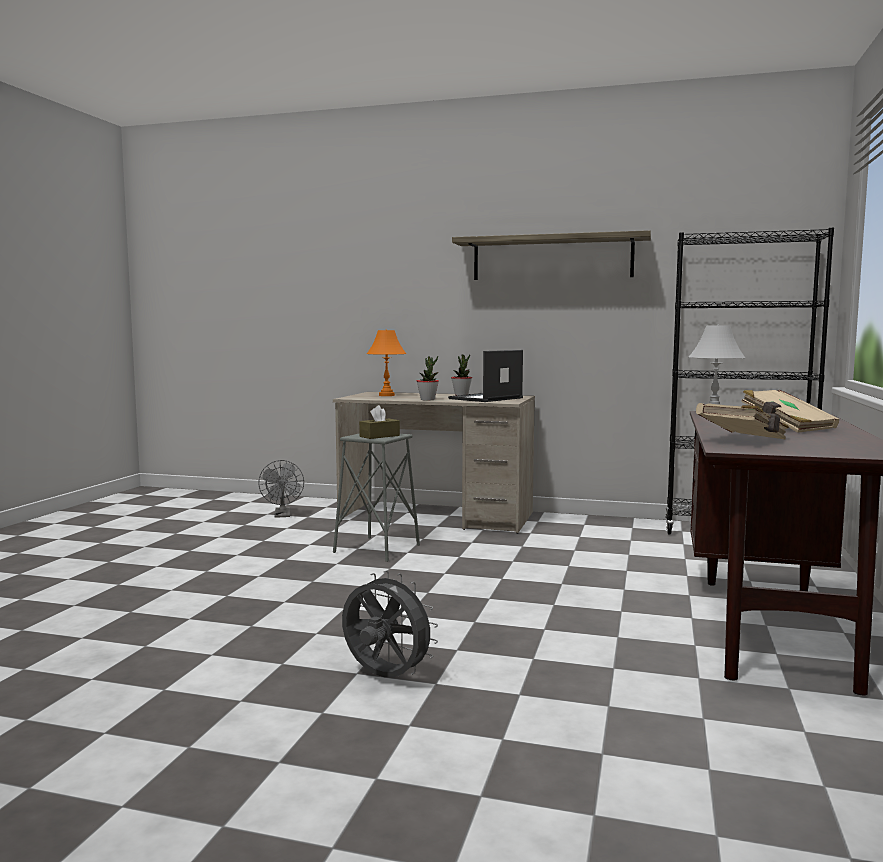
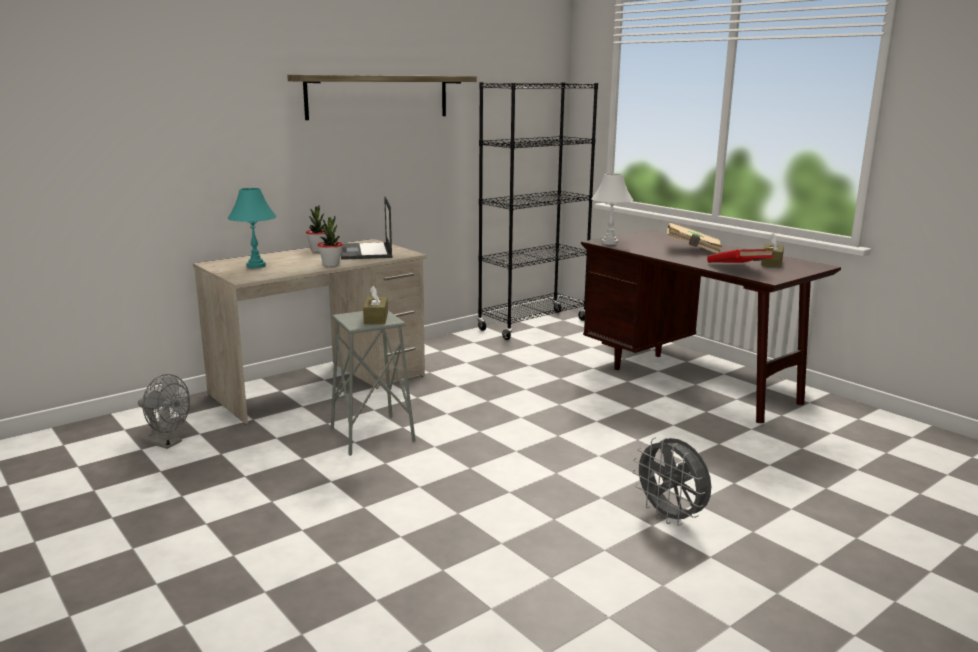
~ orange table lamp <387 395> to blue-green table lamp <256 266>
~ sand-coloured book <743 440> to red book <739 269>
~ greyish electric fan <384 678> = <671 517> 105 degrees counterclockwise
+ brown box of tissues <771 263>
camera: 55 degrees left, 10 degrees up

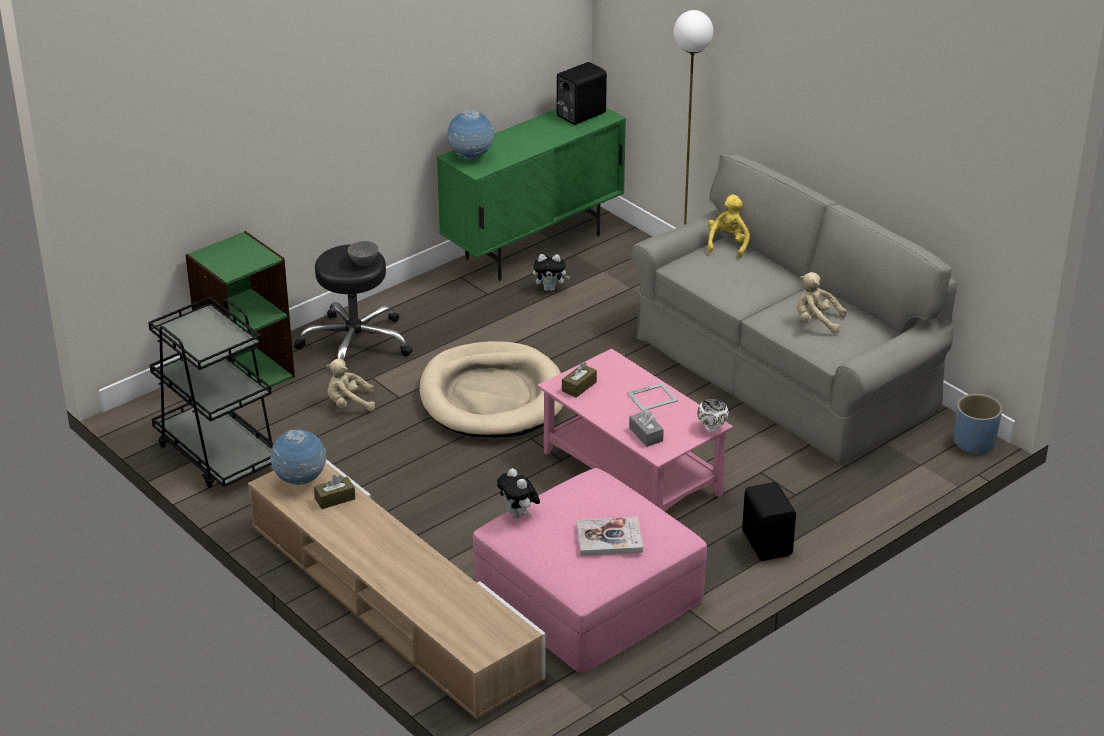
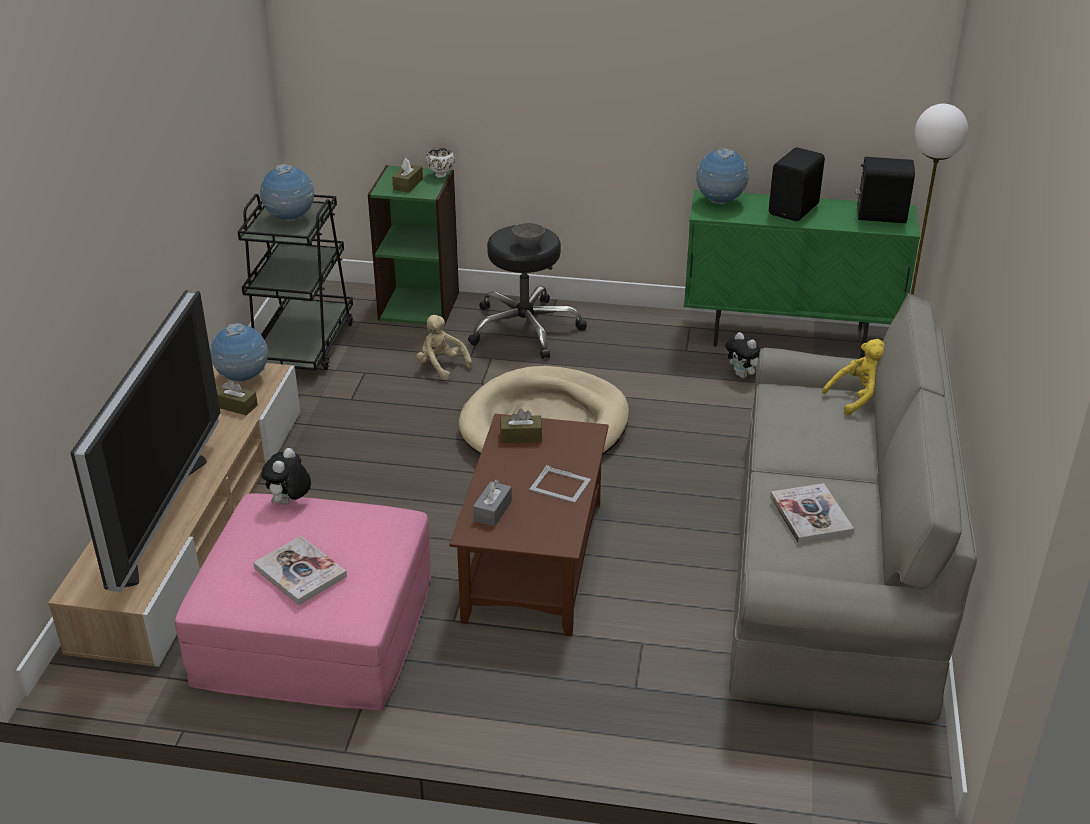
~ sand-coloured plush toy <816 322> to book <810 515>
~ pink-coloured lounge table <633 474> to brown lounge table <534 561>
- blue planter <974 443>
~ whitish serving bowl <712 428> to <441 175>
~ black-coloured audio speaker <768 543> to <795 210>
+ brown box of tissues <408 184>
+ world globe <290 219>
+ TV set <156 517>
camera: 50 degrees right, 0 degrees up

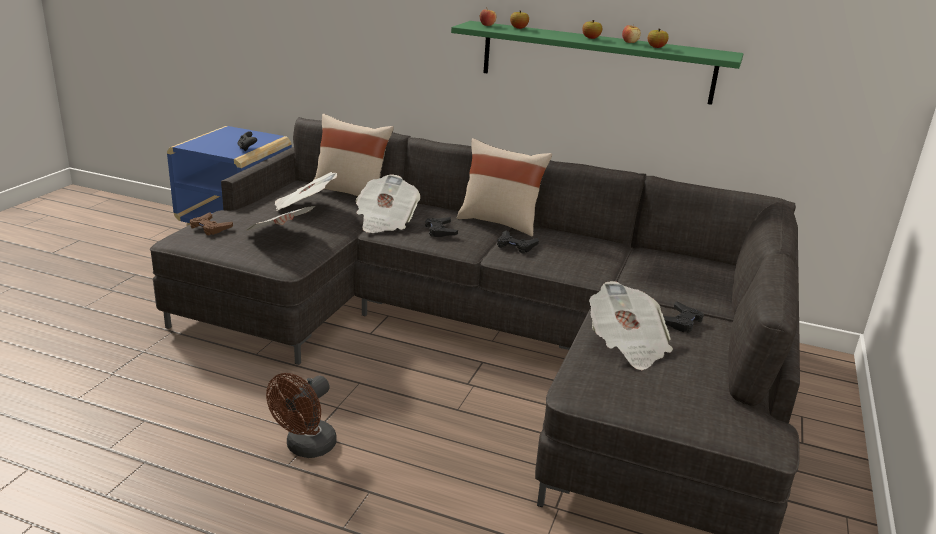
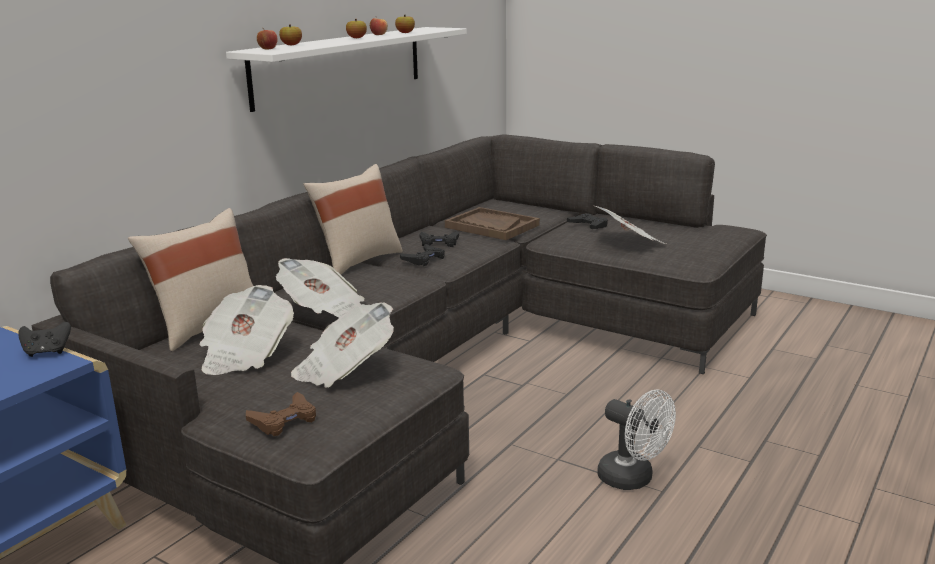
~ green shelf <596 62> to whitish shelf <340 65>
~ black-coloured joypad <440 230> to <439 243>
~ brown electric fan <306 448> to whitish electric fan <633 479>
+ brown tray <491 226>
camera: 75 degrees left, 5 degrees down

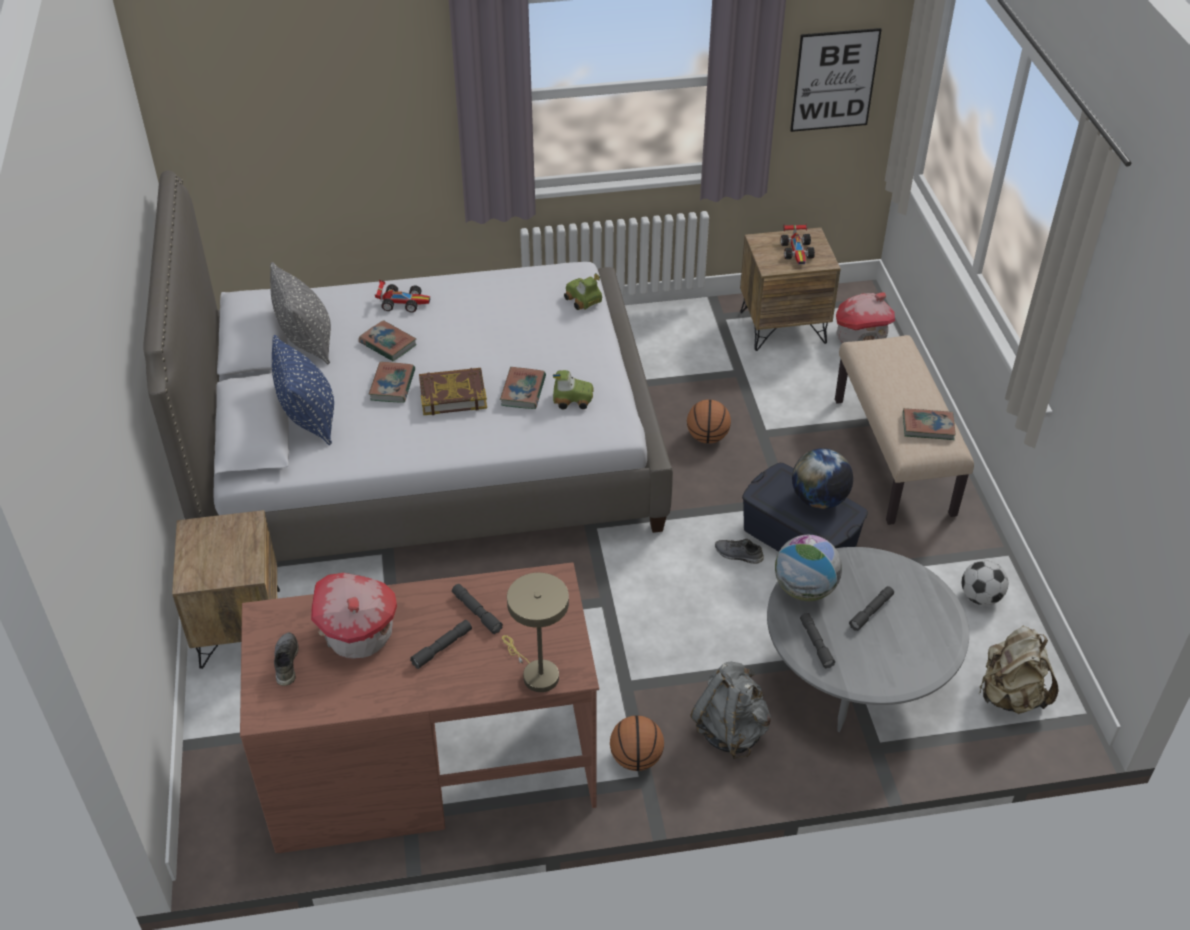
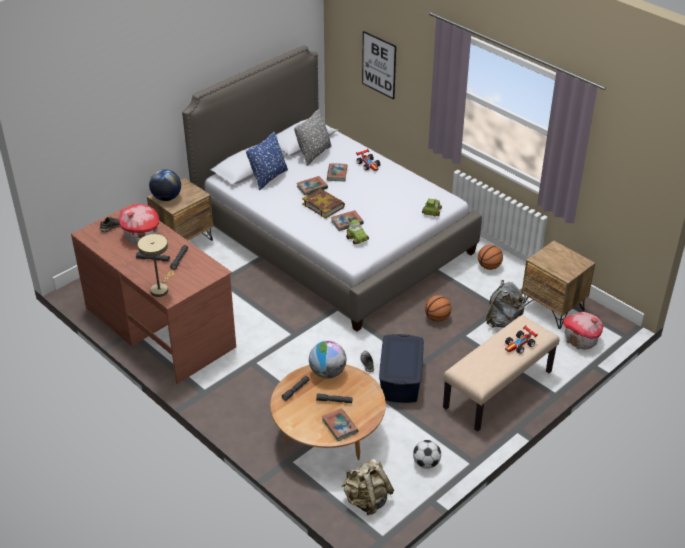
~ wall art <834 80> to <379 65>
~ toy car <798 251> to <519 345>
~ book <928 427> to <339 426>
~ world globe <819 500> to <166 198>
~ greyish lounge table <856 674> to brown lounge table <328 436>
~ greyish backpack <731 730> to <503 320>
~ basketball <636 758> to <489 267>
camera: 55 degrees right, 5 degrees down

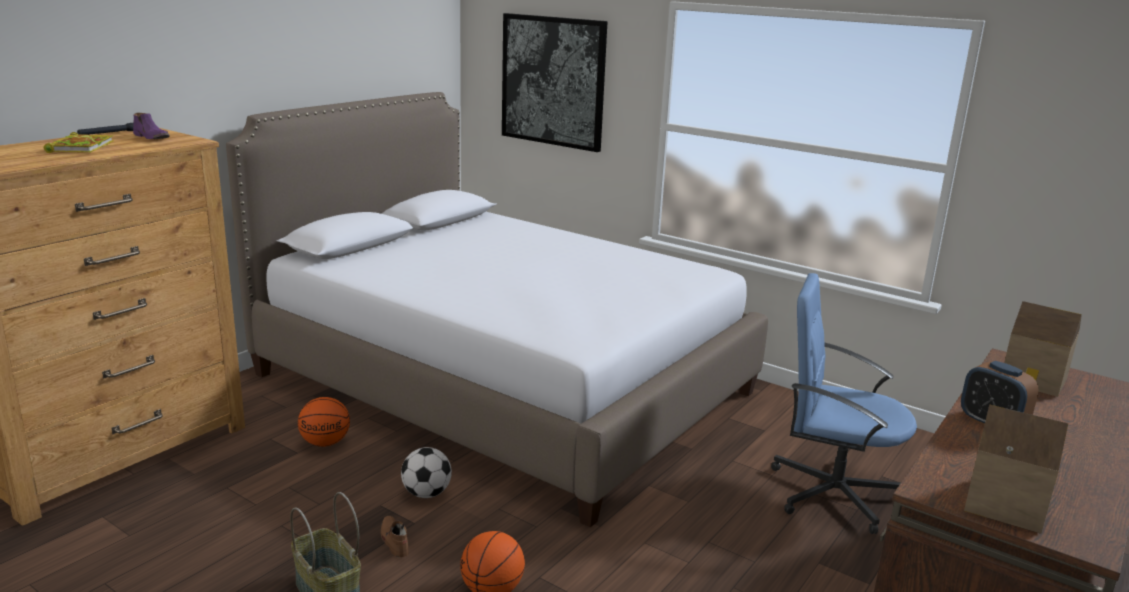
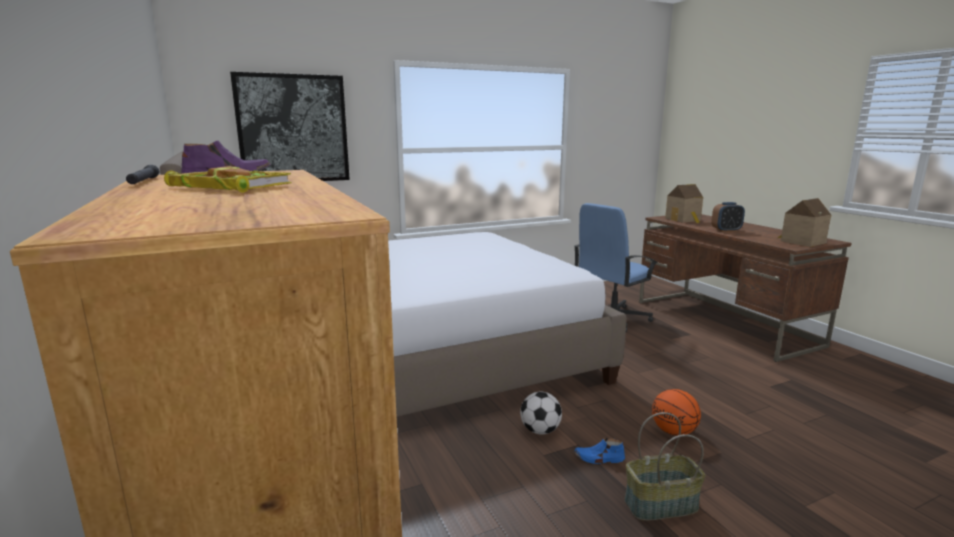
- basketball <326 443>
~ brown shoe <394 541> to blue shoe <599 458>
camera: 60 degrees left, 5 degrees down

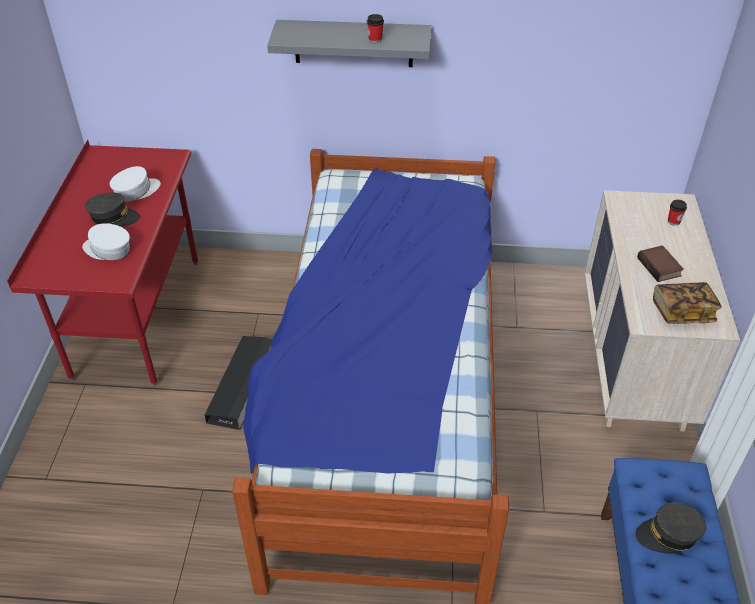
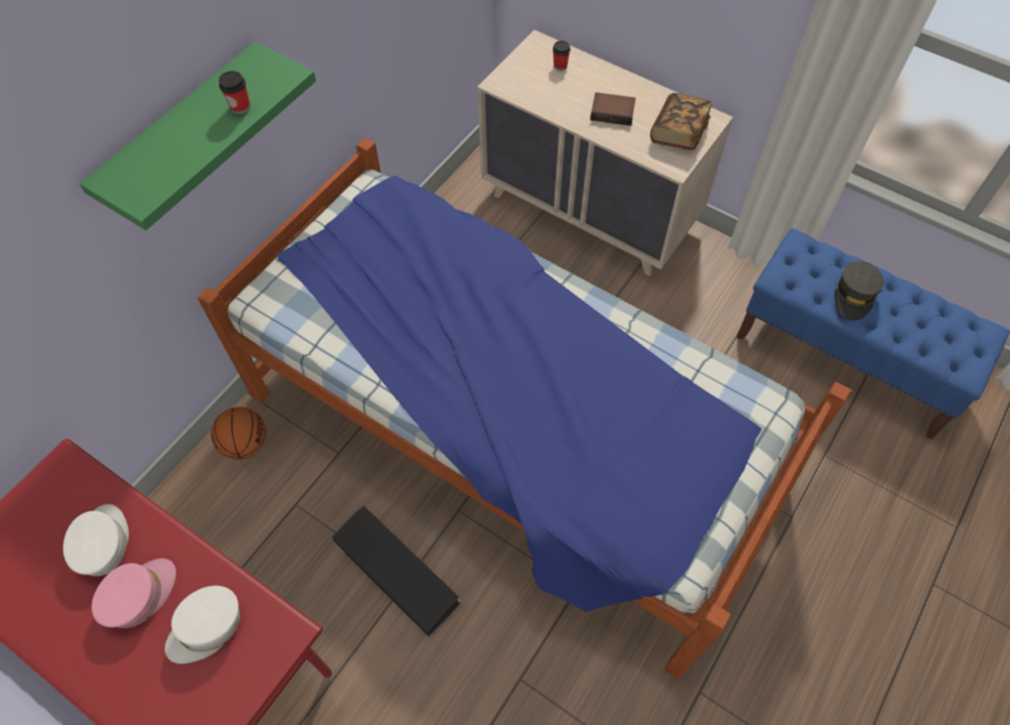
~ greyish shelf <353 43> to green shelf <183 134>
~ greyish baseball cap <114 217> to pink-coloured baseball cap <139 595>
+ basketball <245 444>
camera: 60 degrees left, 15 degrees up

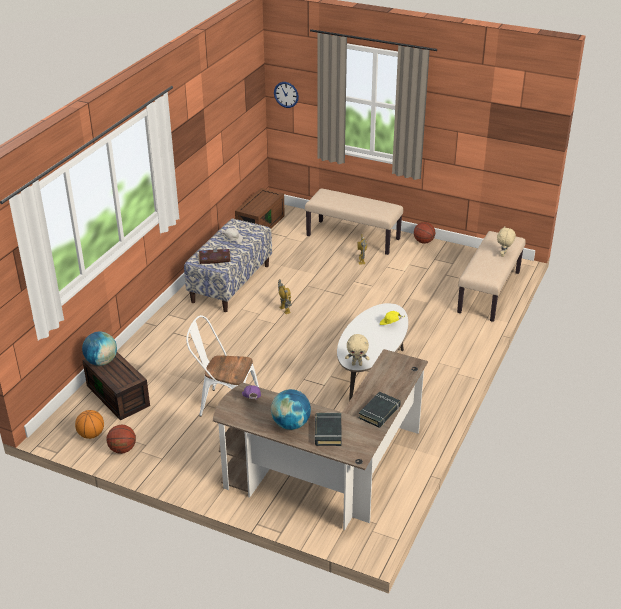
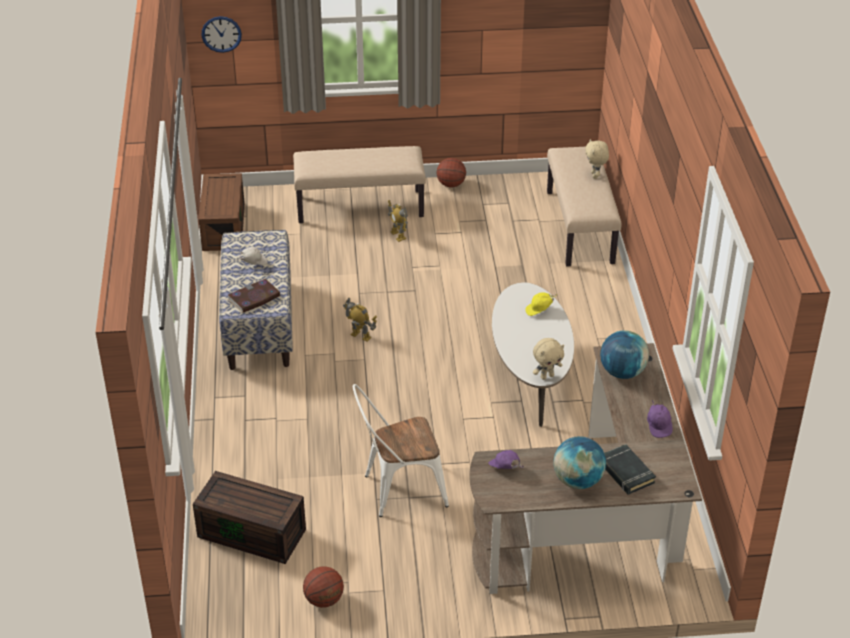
~ world globe <101 362> to <622 372>
~ black-coloured book <379 412> to purple baseball cap <659 426>
- basketball <91 434>
camera: 30 degrees left, 5 degrees up

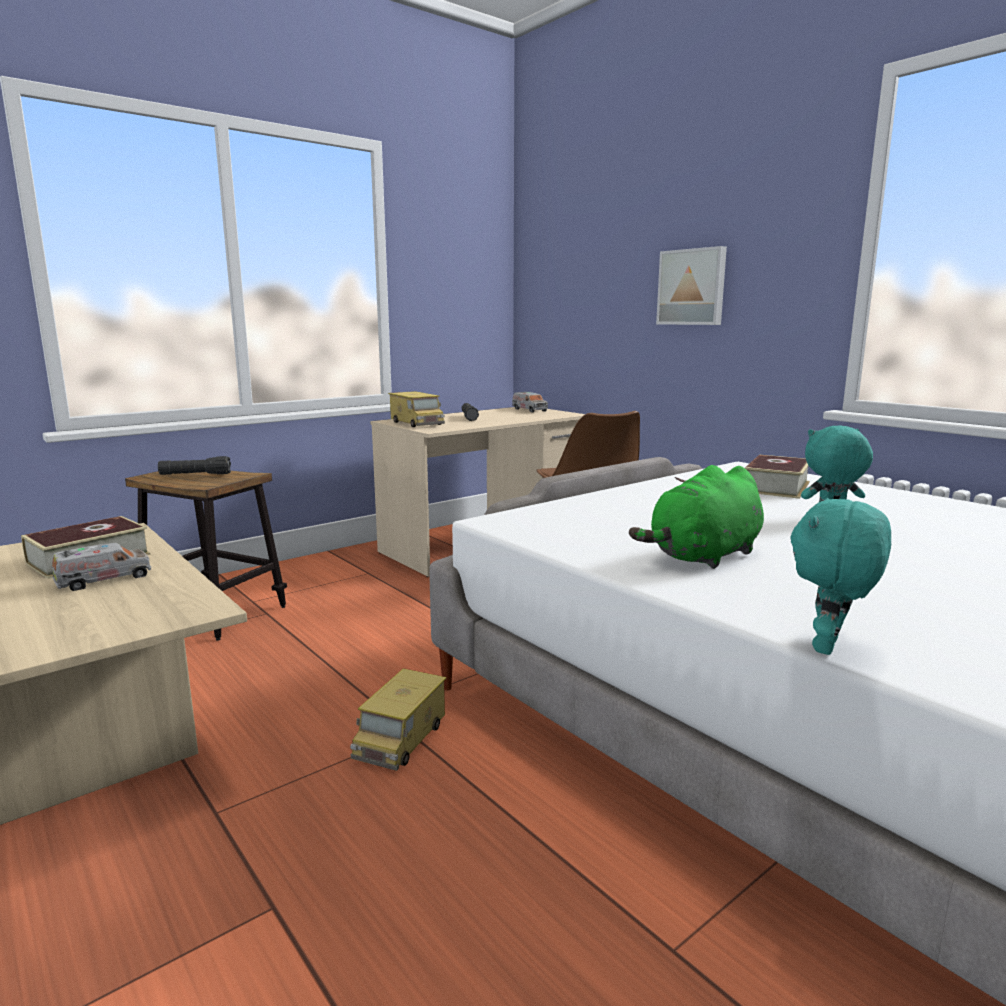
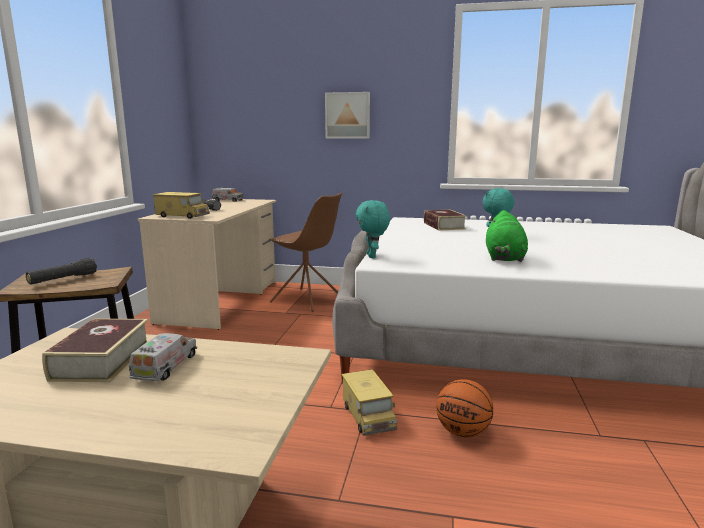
~ blue-green plush toy <829 647> to <372 256>
+ basketball <462 432>
camera: 40 degrees left, 0 degrees up

